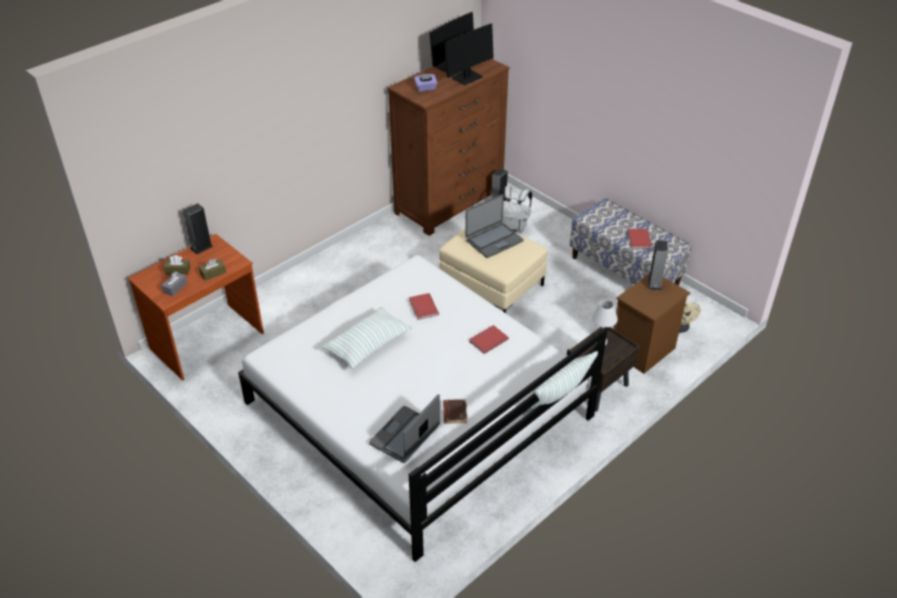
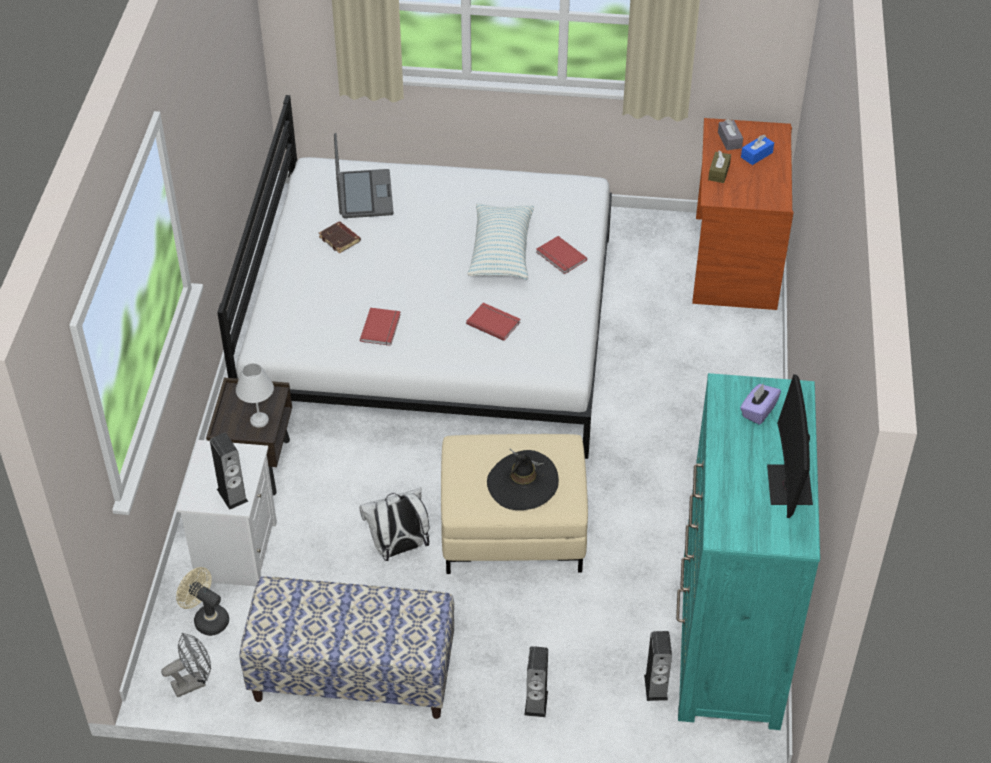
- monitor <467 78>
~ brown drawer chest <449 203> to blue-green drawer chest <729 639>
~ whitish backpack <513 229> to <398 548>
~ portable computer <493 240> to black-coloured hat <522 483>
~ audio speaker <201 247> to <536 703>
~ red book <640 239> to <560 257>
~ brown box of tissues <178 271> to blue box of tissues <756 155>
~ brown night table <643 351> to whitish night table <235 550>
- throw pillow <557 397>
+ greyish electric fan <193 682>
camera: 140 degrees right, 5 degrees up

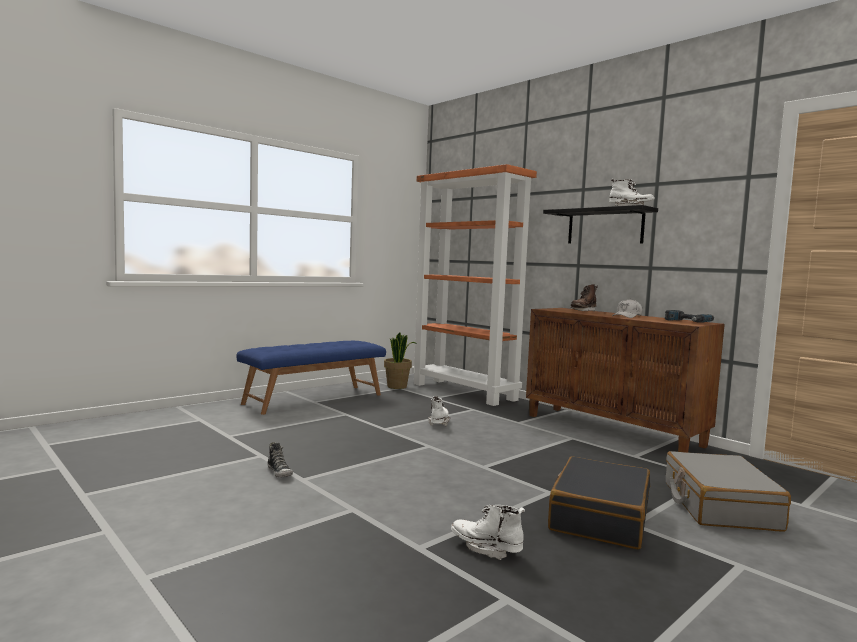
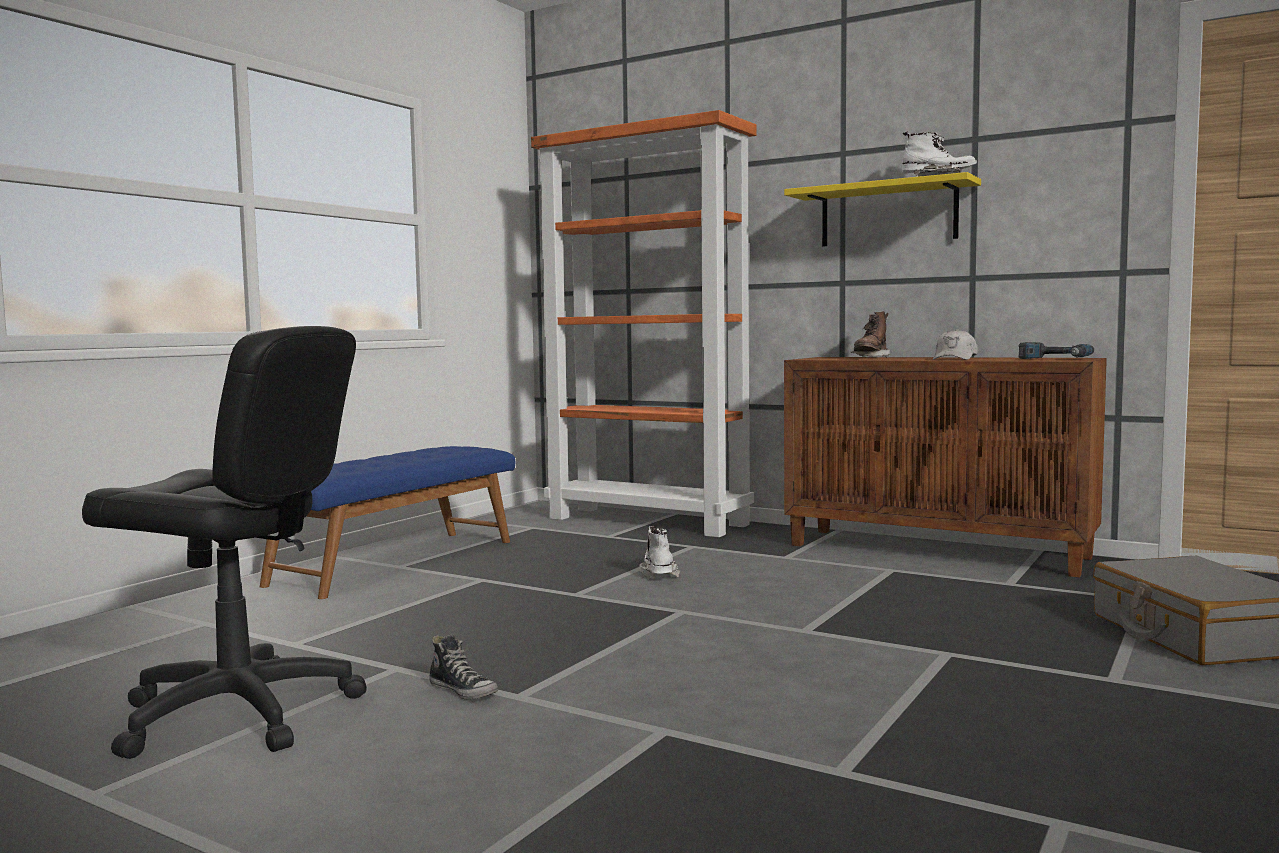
~ black-coloured shelf <605 227> to yellow shelf <888 214>
- plant in a pot <397 386>
- black-coloured travel case <599 517>
- whitish high-top boot <486 548>
+ black-coloured desk chair <237 714>
camera: 15 degrees left, 0 degrees up

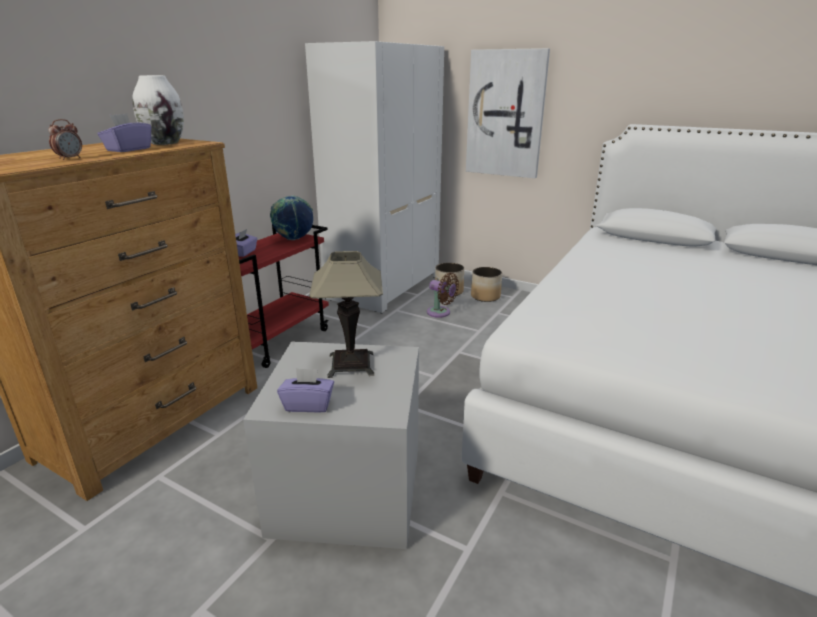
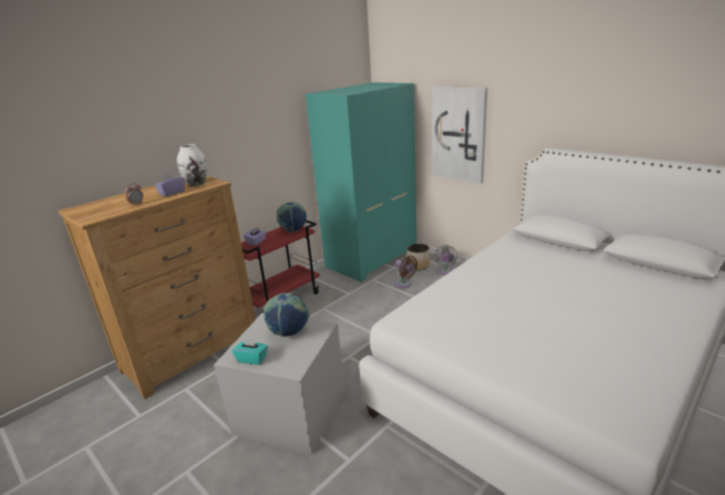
~ whitish clothes cupboard <384 285> to blue-green clothes cupboard <371 258>
~ table lamp <351 364> to world globe <289 333>
~ planter <485 296> to greyish electric fan <445 271>
~ purple box of tissues <308 405> to blue-green box of tissues <252 359>
camera: 15 degrees right, 0 degrees up

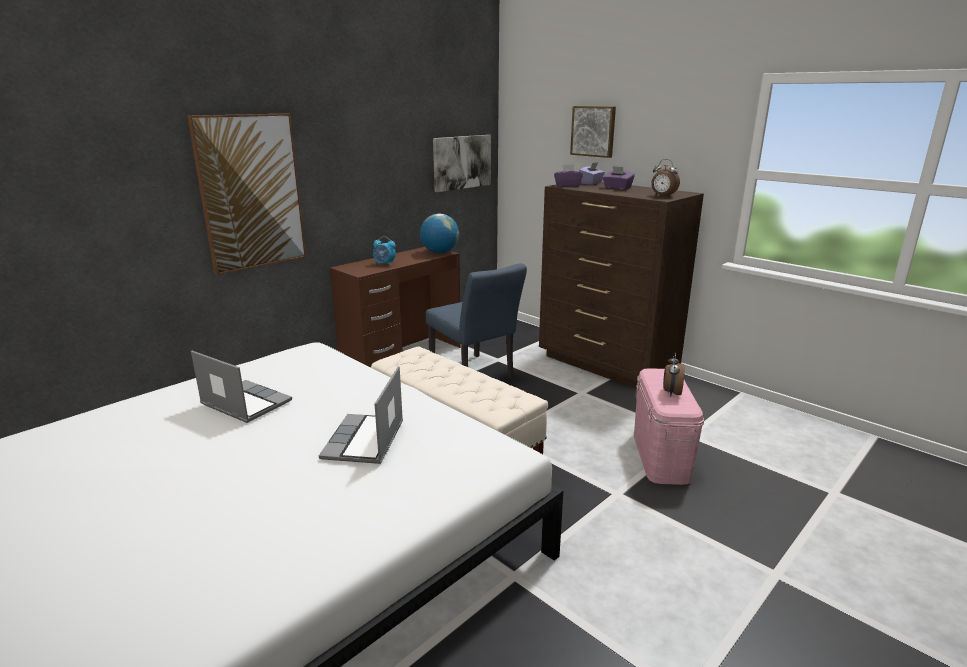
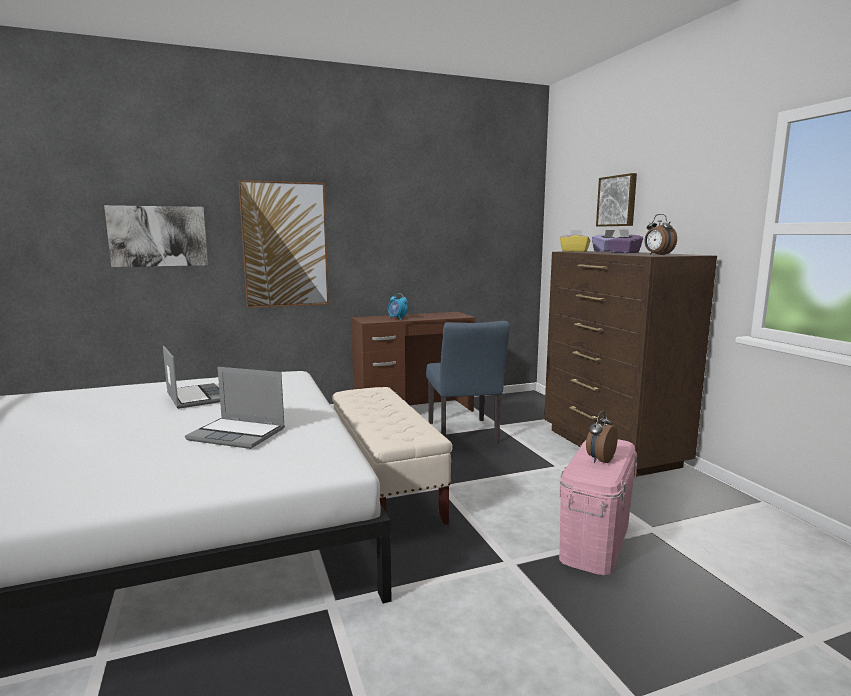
~ wall art <461 162> to <158 236>
~ purple box of tissues <567 186> to yellow box of tissues <574 251>
- world globe <440 252>
~ portable computer <365 441> = <238 434> 105 degrees counterclockwise
camera: 25 degrees right, 10 degrees down

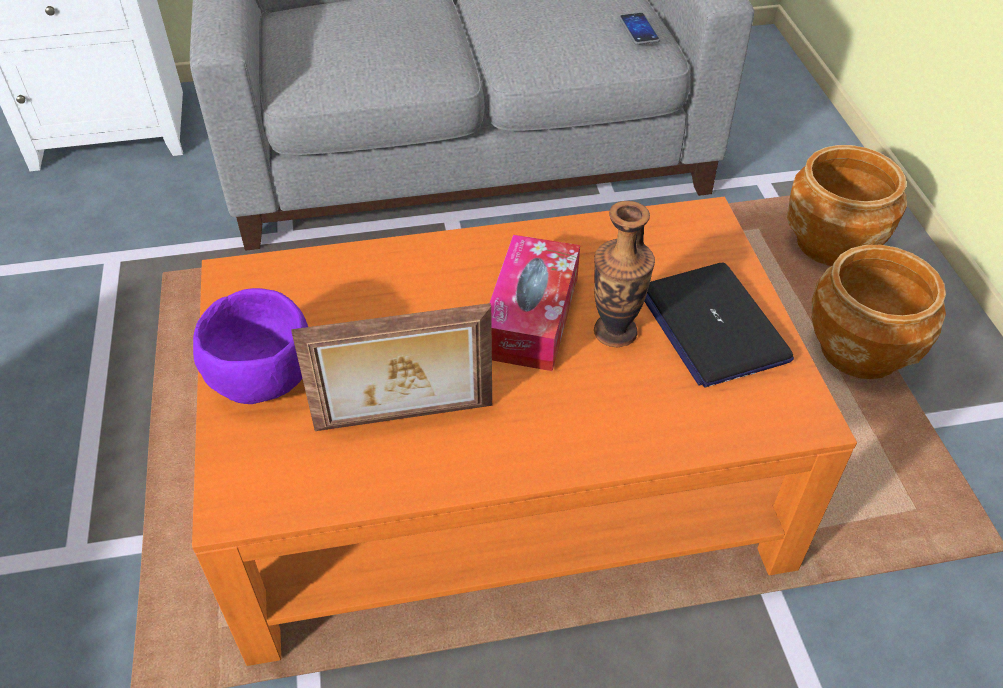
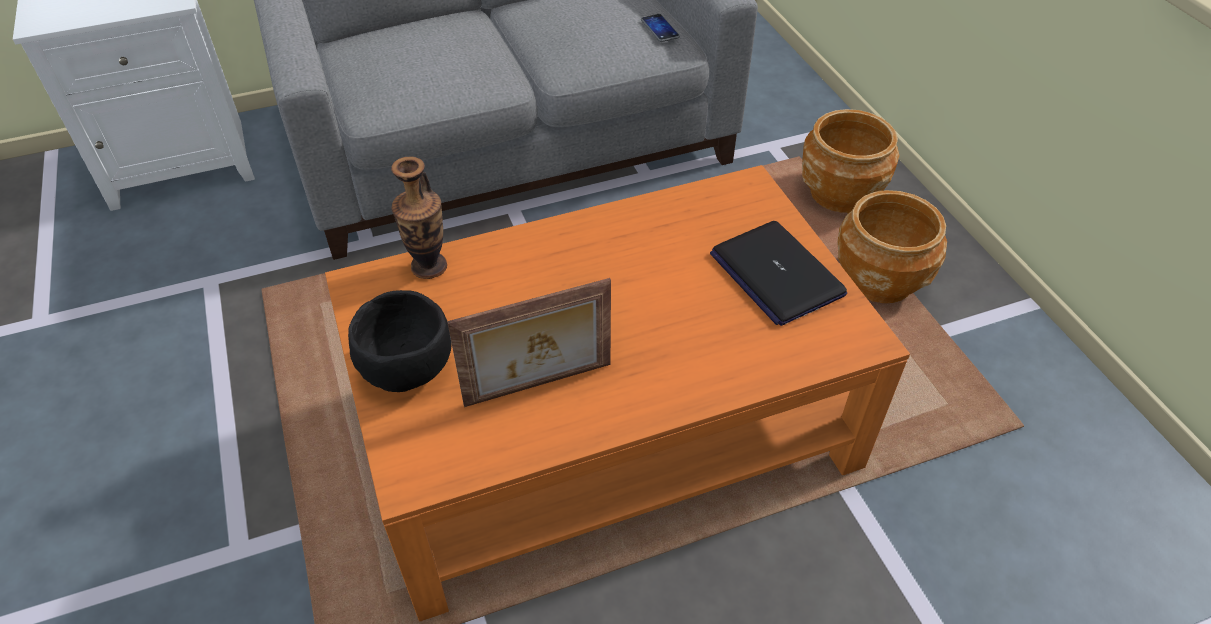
~ vase <615 332> to <429 267>
- box of tissues <531 316>
~ purple serving bowl <265 378> to black-coloured serving bowl <409 368>
camera: 10 degrees left, 0 degrees up

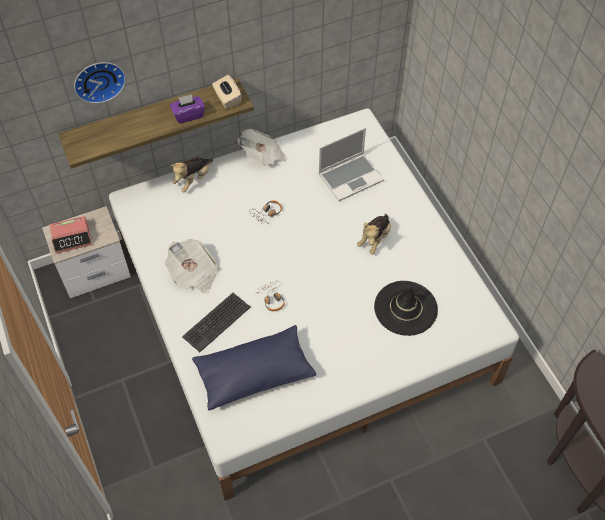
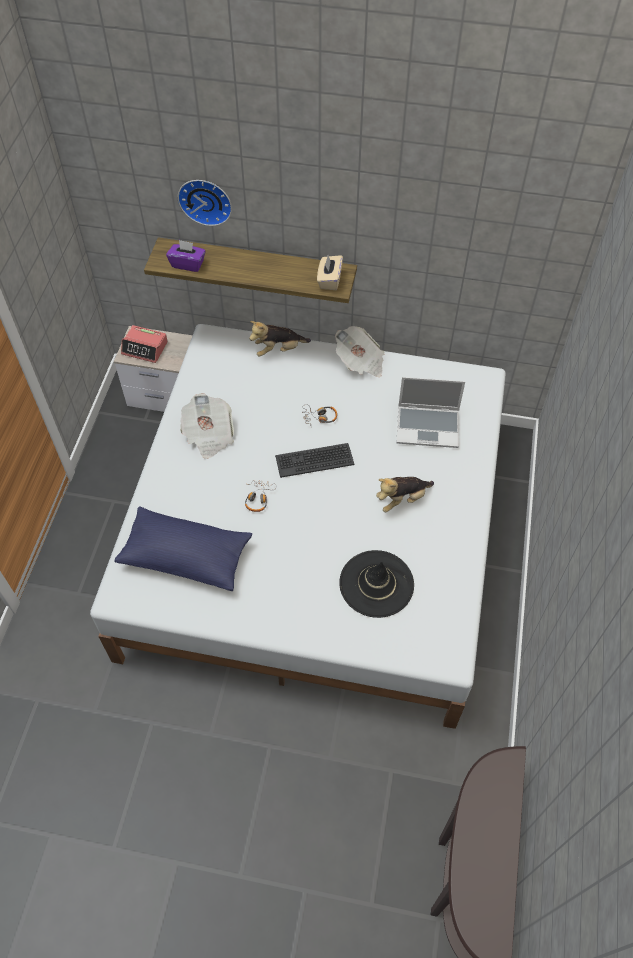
~ purple box of tissues <188 115> to <188 264>
~ PC keyboard <216 321> to <314 460>
camera: 35 degrees right, 0 degrees up

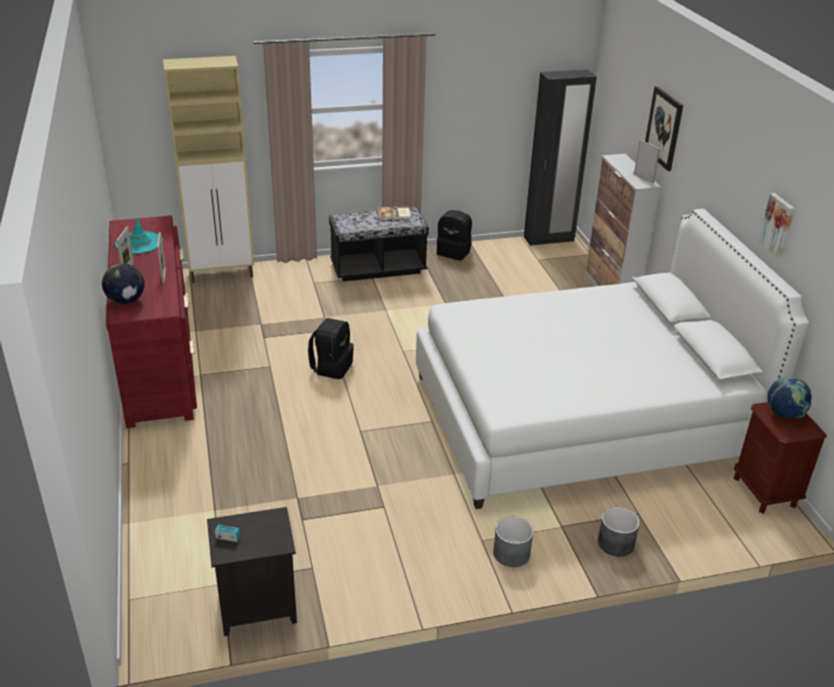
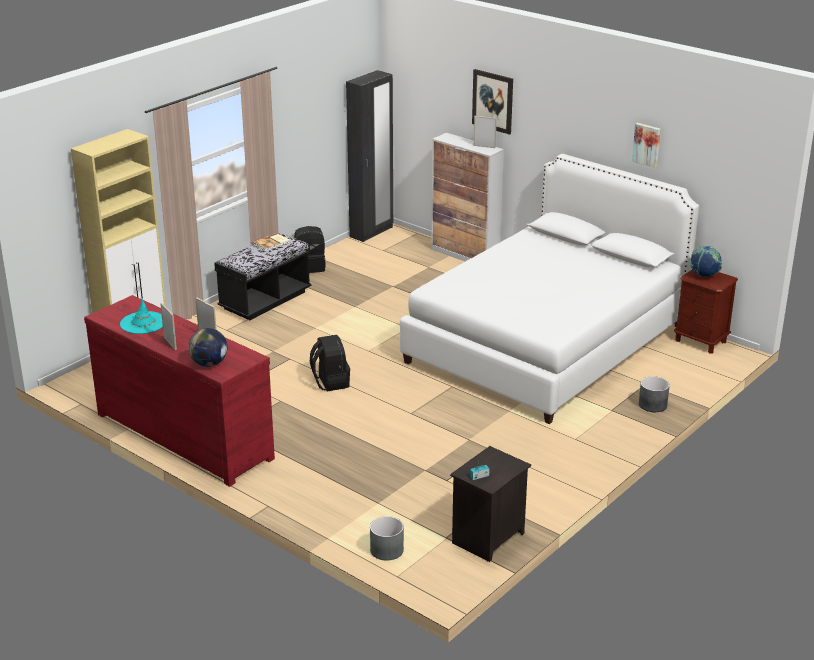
~ greyish planter <511 553> to <386 550>
camera: 35 degrees left, 5 degrees down

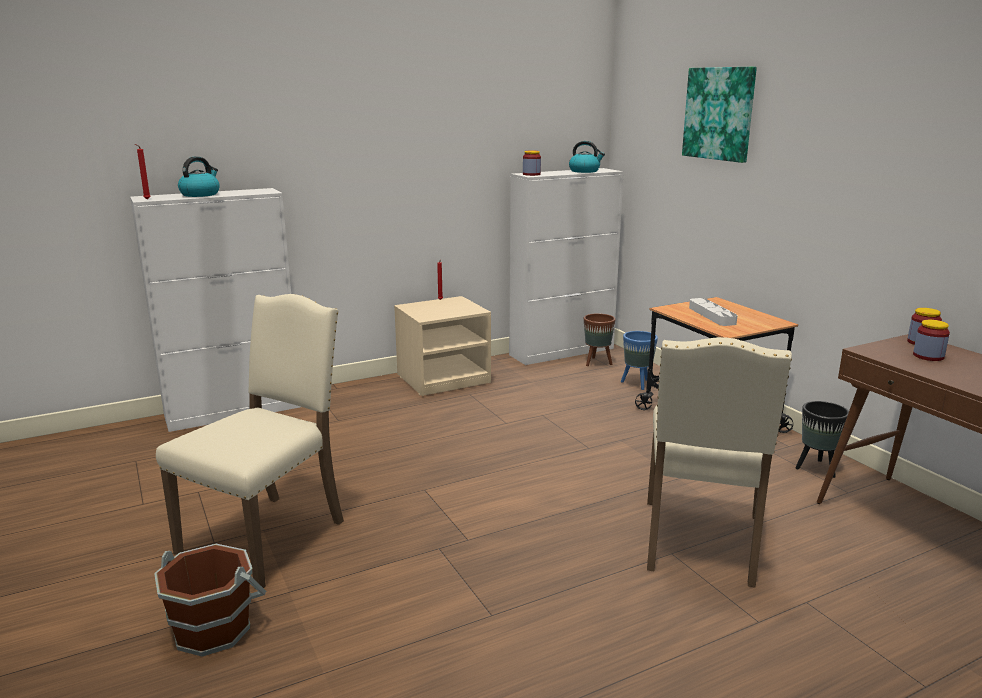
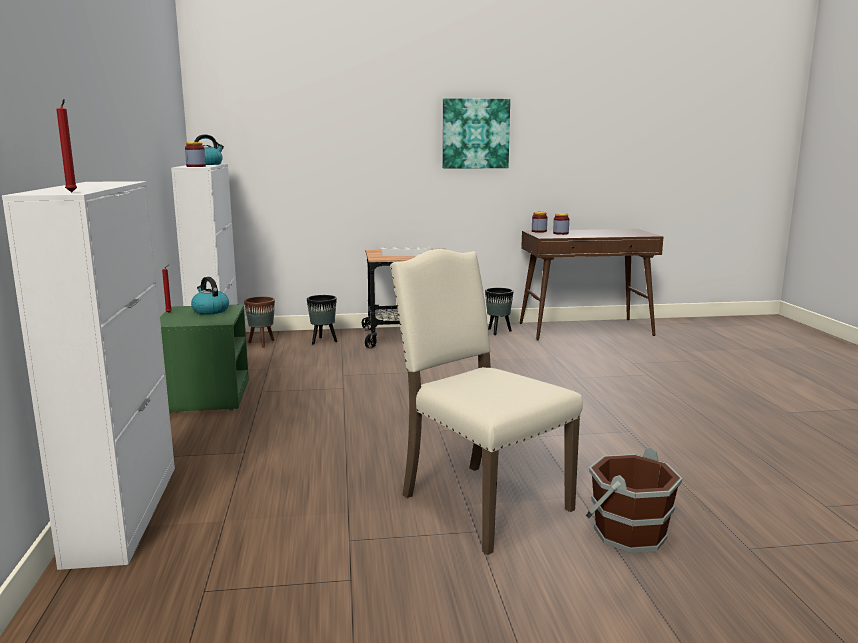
~ wall art <719 113> to <475 133>
~ water kettle <200 194> to <210 311>
~ sand-coloured night table <443 378> to green night table <205 396>
~ blue planter <637 384> to black-coloured planter <323 341>
- sand-coloured chair <701 543>
camera: 70 degrees left, 5 degrees down

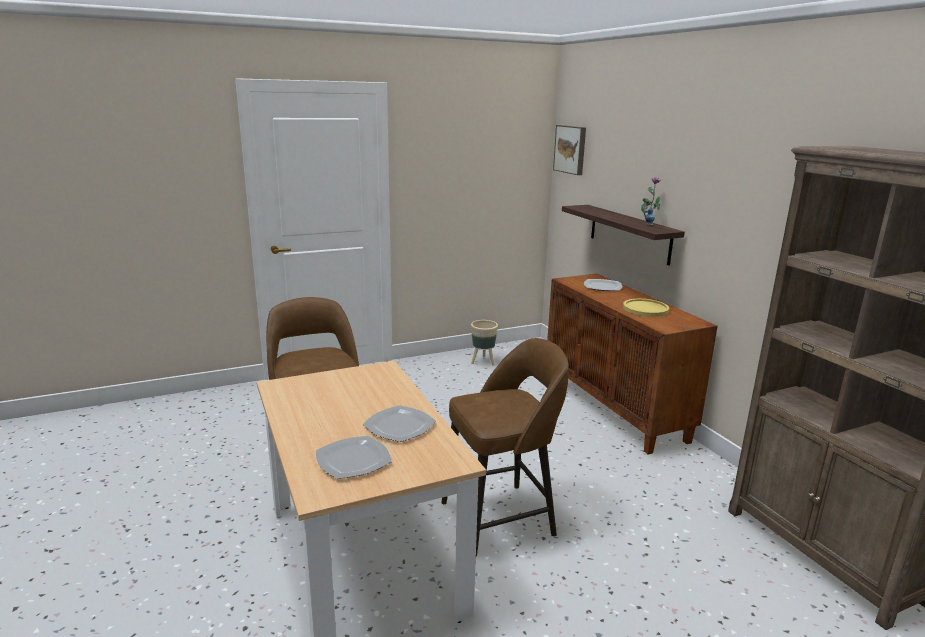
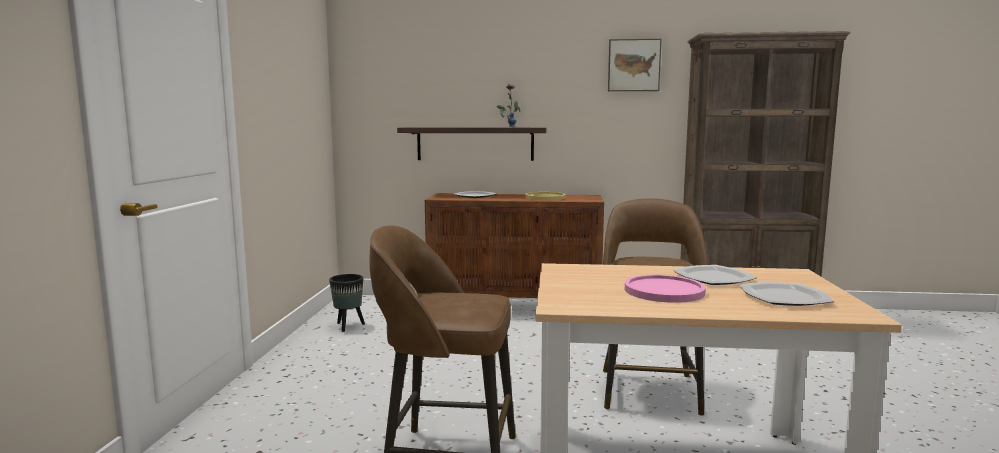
~ wall art <571 149> to <633 65>
~ sand-coloured planter <483 362> to black-coloured planter <348 326>
+ pink-coloured flat dish <664 291>
camera: 60 degrees left, 10 degrees down

